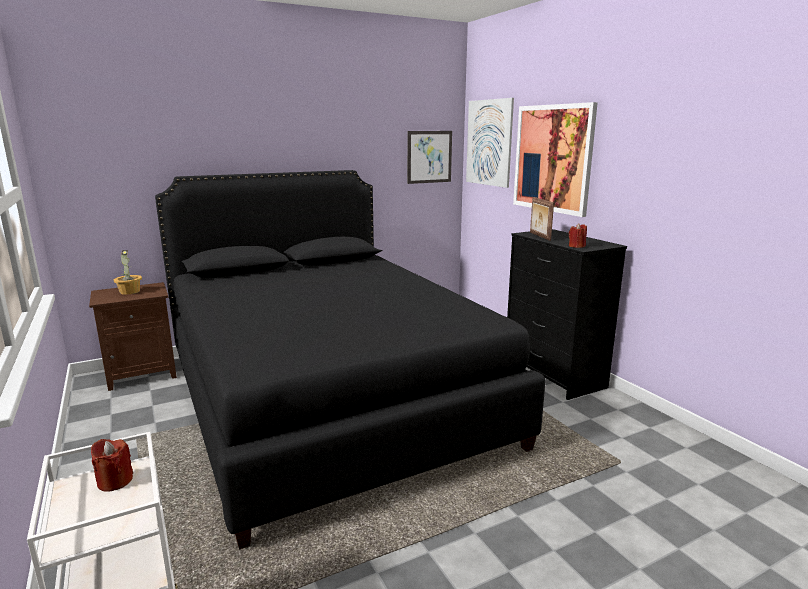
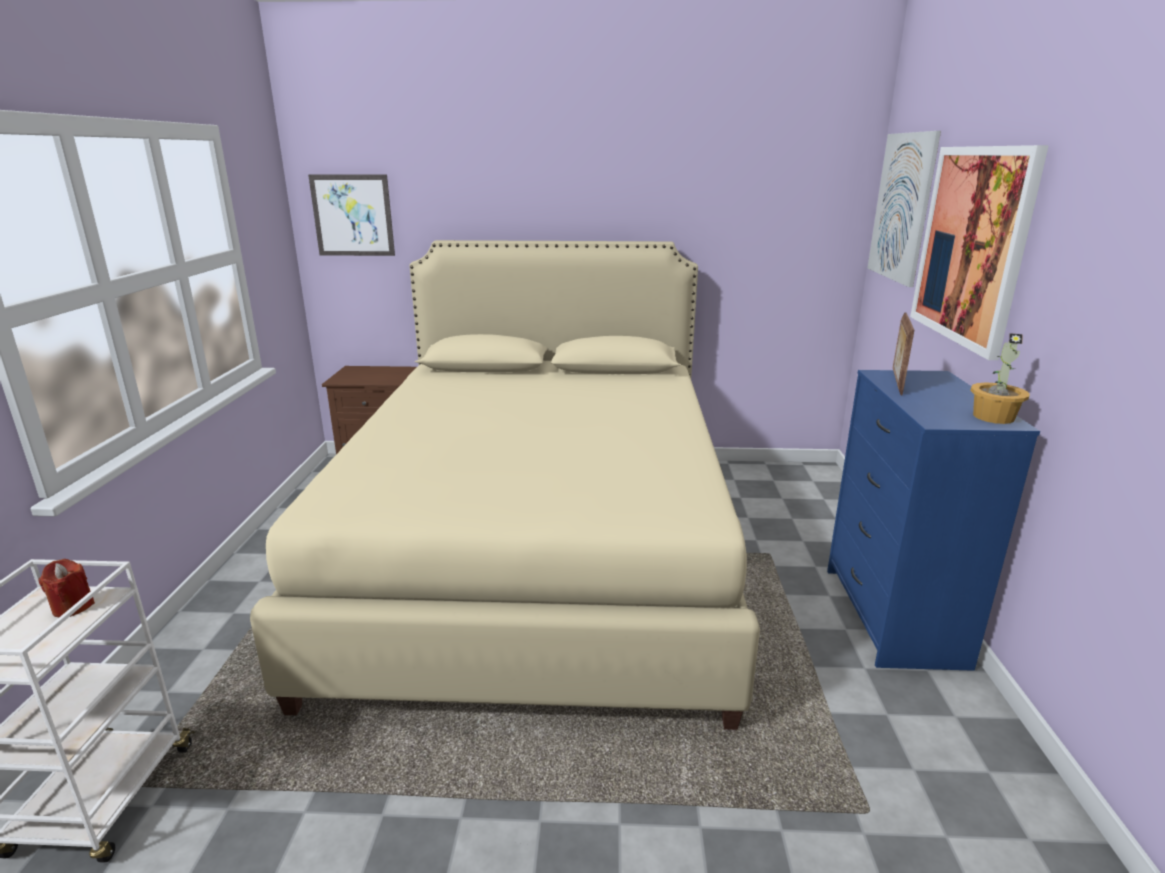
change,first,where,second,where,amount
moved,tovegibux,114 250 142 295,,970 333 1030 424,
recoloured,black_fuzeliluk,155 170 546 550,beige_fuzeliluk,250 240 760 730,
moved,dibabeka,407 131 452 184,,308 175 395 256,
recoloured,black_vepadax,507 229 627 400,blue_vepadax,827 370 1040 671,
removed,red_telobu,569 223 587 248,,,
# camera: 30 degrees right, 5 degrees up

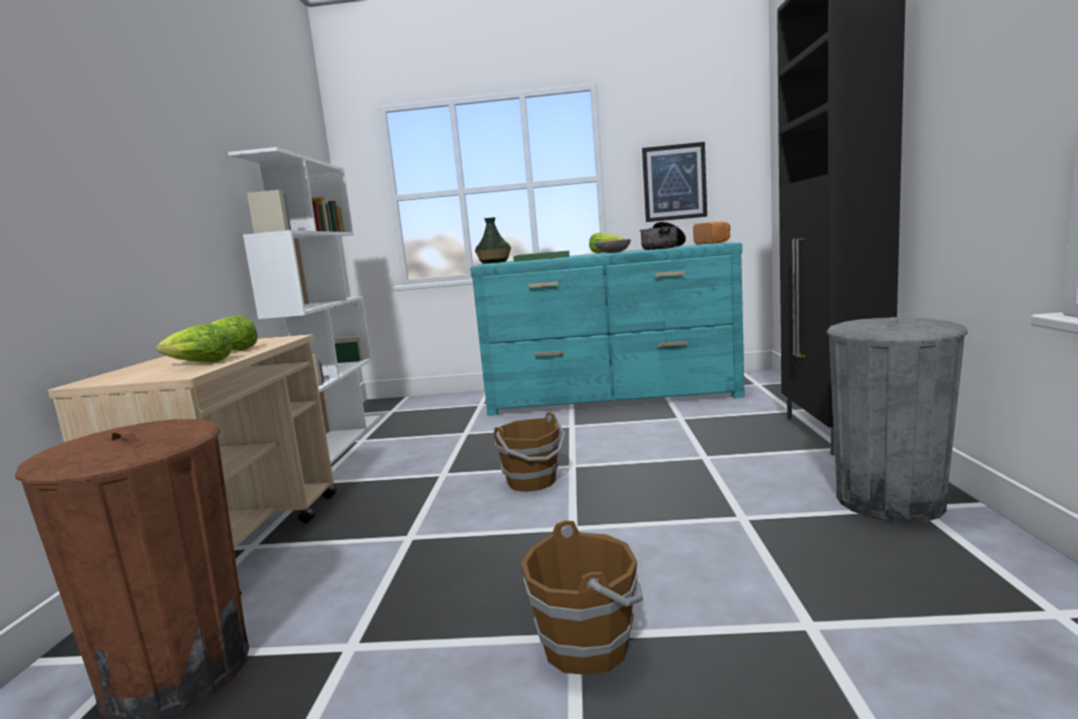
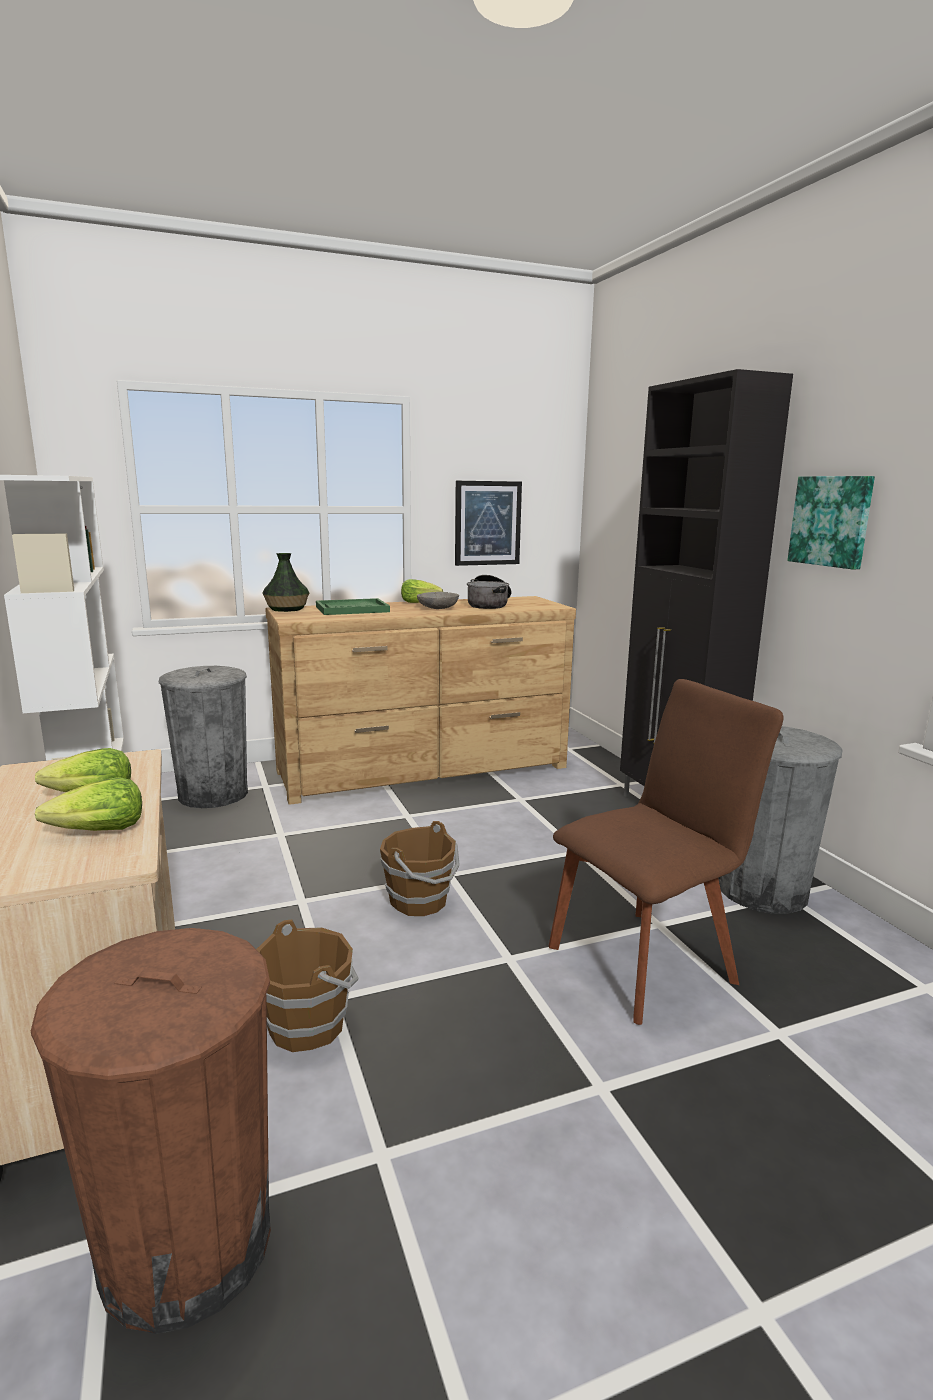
change,first,where,second,where,amount
recoloured,turquoise_vepadax,470 242 745 416,brown_vepadax,265 596 576 805,
moved,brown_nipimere,521 520 643 675,,256 920 358 1052,
removed,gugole,693 222 730 244,,,
added,,,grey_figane,159 666 248 808,
added,,,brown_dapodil,549 679 784 1025,
added,,,dibabeka,787 476 875 570,
# camera: 25 degrees left, 5 degrees up

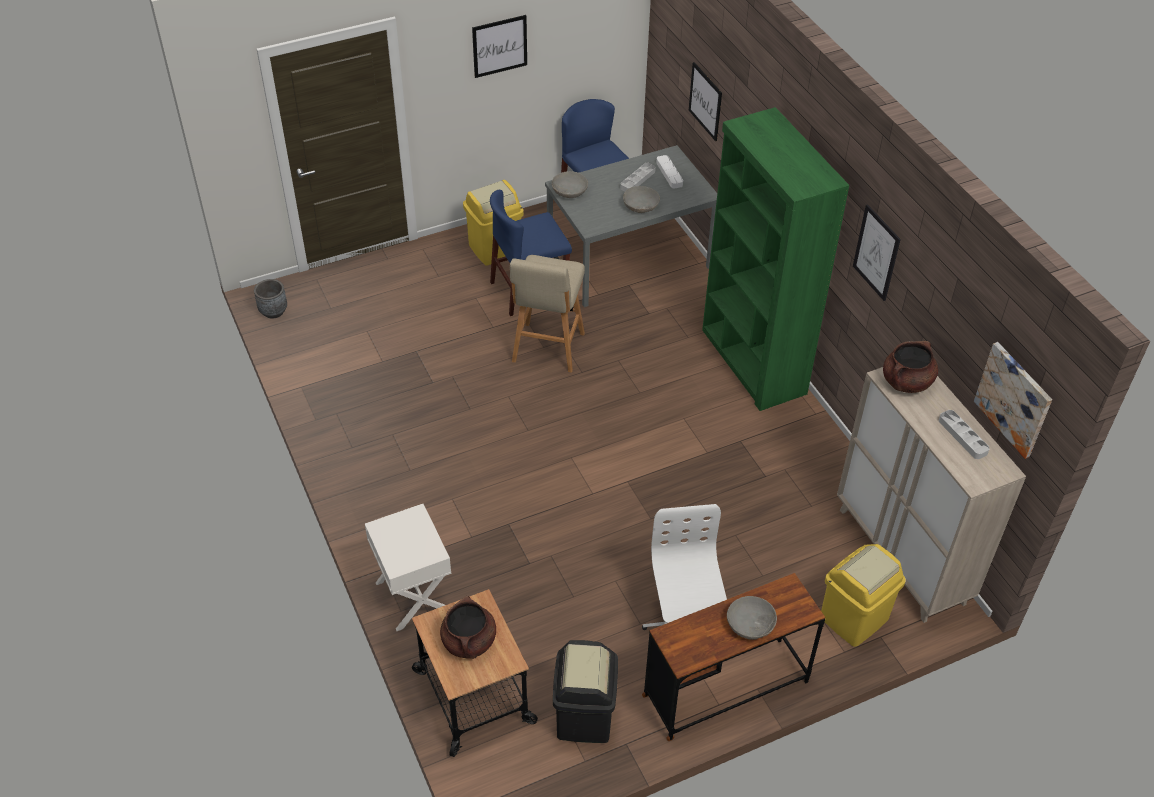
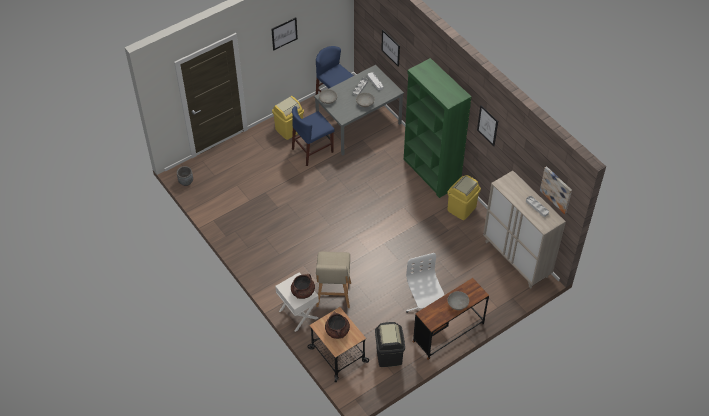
change,first,where,second,where,amount
moved,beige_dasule,510 255 585 373,,316 251 351 308,
moved,yellow_figane,821 544 906 647,,447 175 481 220,
moved,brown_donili,883 341 938 393,,291 274 315 299,
# camera: 10 degrees left, 5 degrees up

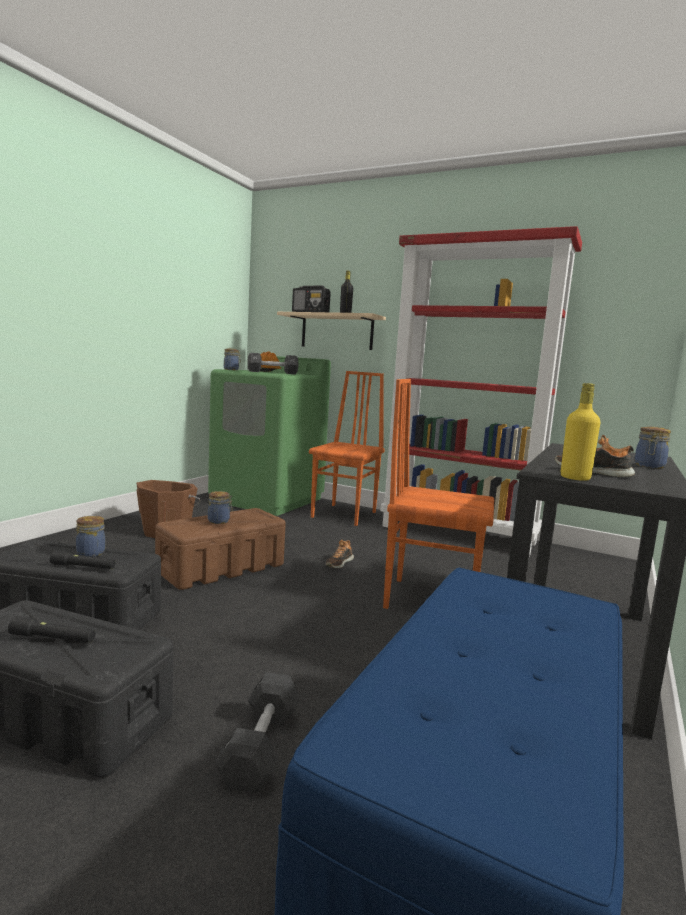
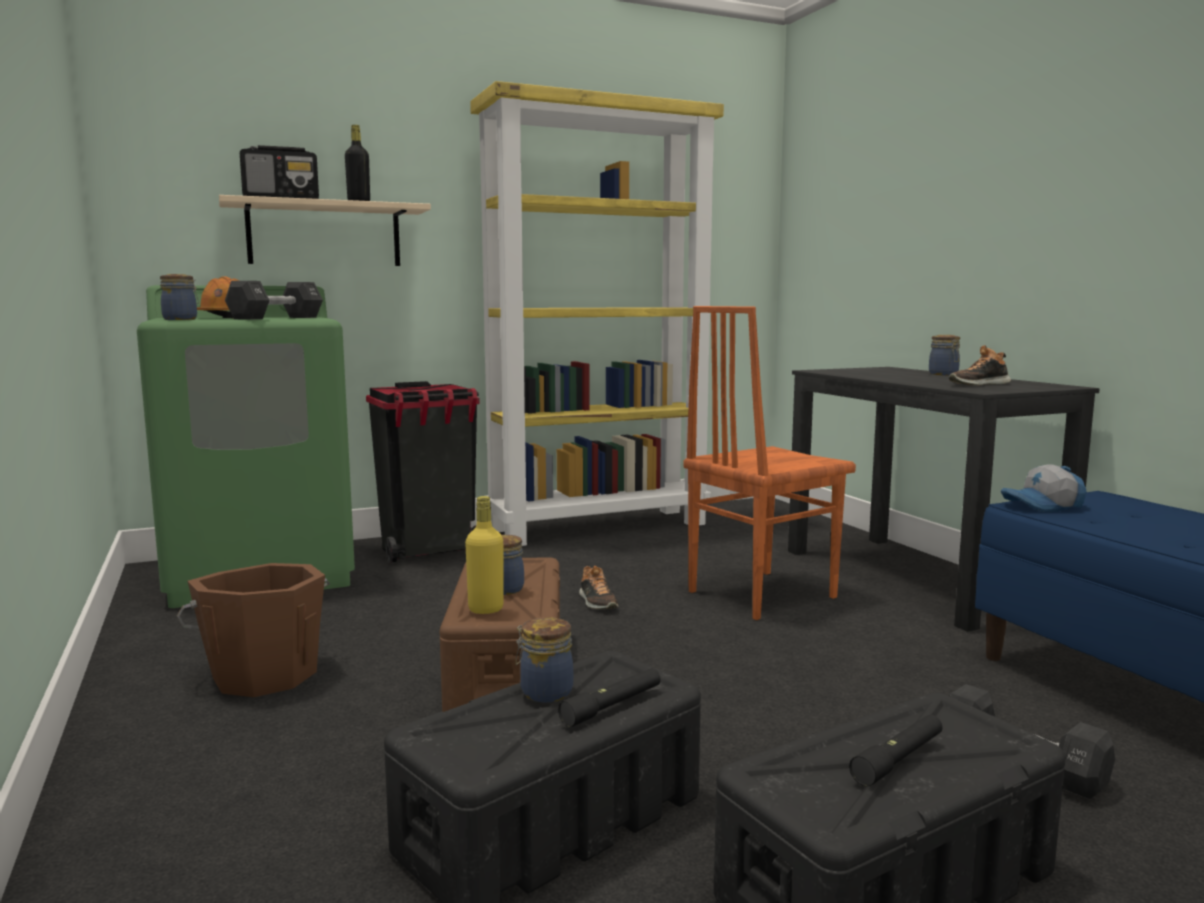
change,first,where,second,where,amount
replaced,orange_dapodil,309 371 385 526,black_figane,366 381 480 563,
recoloured,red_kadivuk,380 226 582 556,yellow_kadivuk,470 81 724 546,
moved,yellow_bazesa,561 383 601 480,,465 496 504 614,
added,,,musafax,1001 464 1087 512,
# camera: 50 degrees left, 0 degrees up

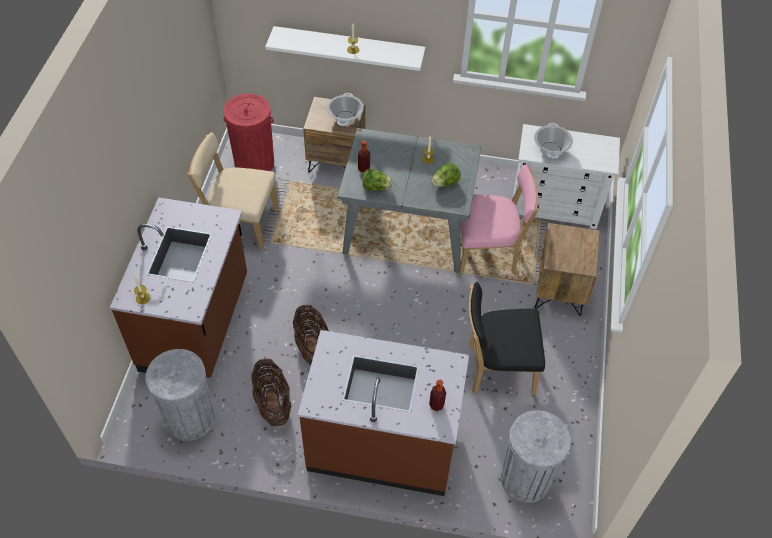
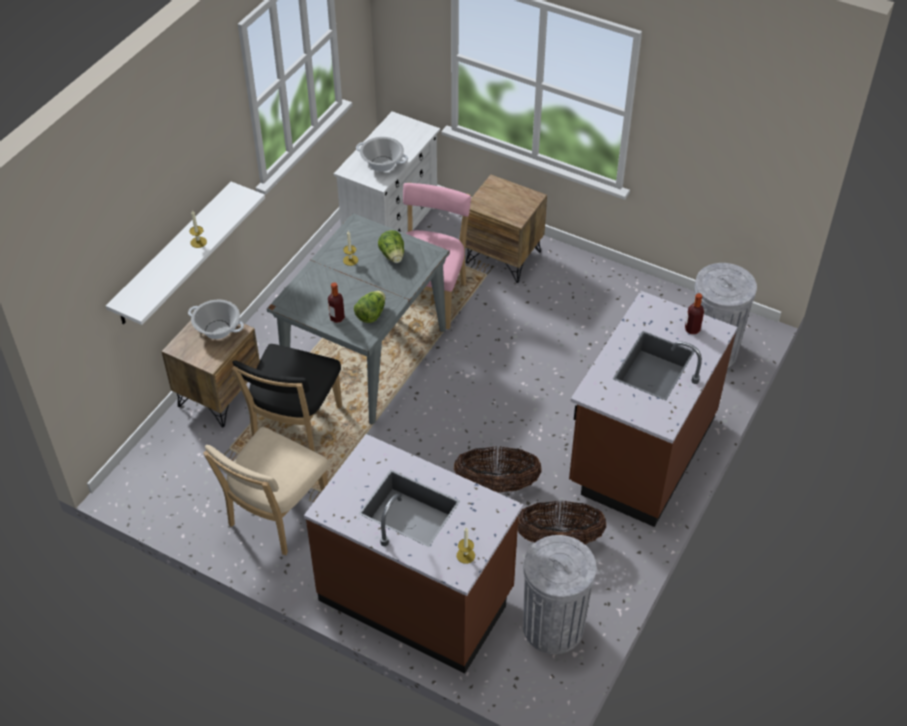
change,first,where,second,where,amount
removed,red_figane,223 93 274 171,,,
moved,black_dapodil,469 282 545 395,,232 344 342 452,
# camera: 70 degrees left, 5 degrees down

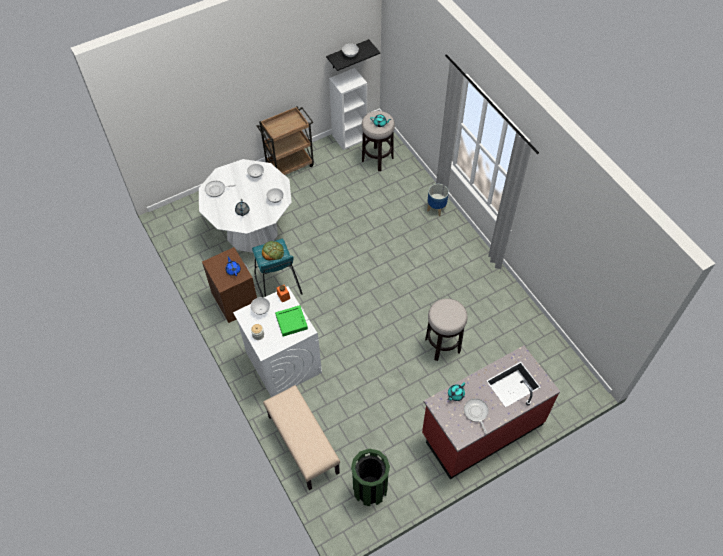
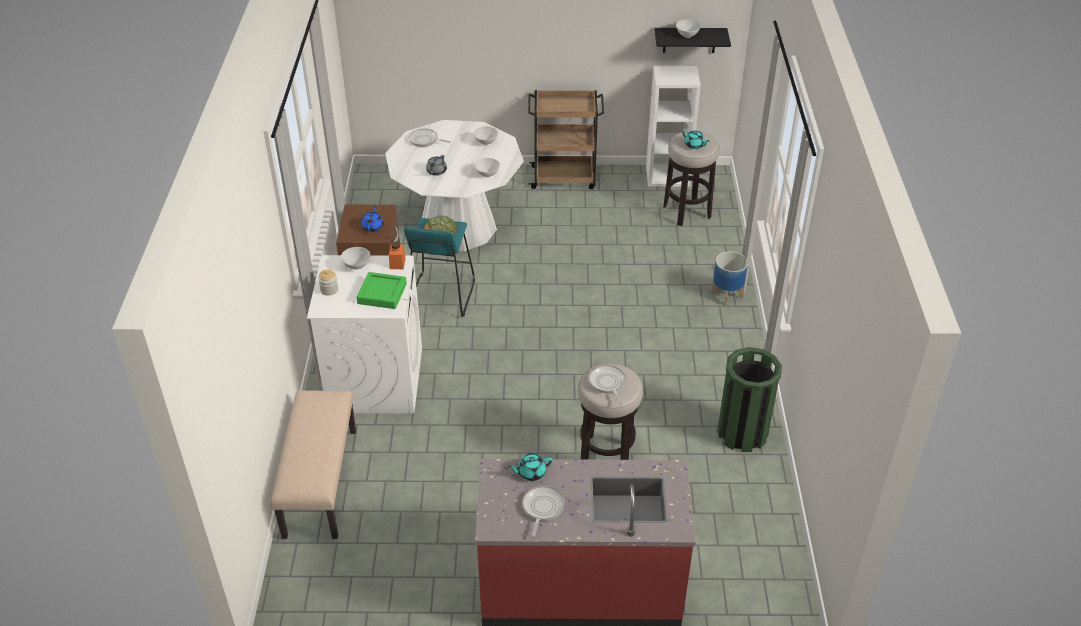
change,first,where,second,where,amount
moved,green_figane,351 449 390 506,,717 347 782 452,
added,,,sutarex,589 365 626 404,
# camera: 30 degrees right, 15 degrees down

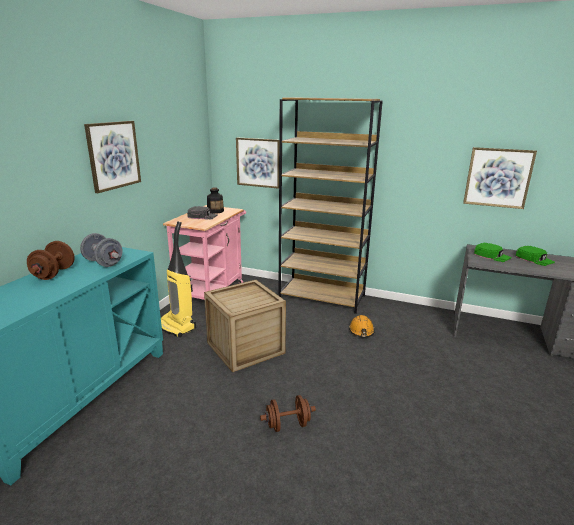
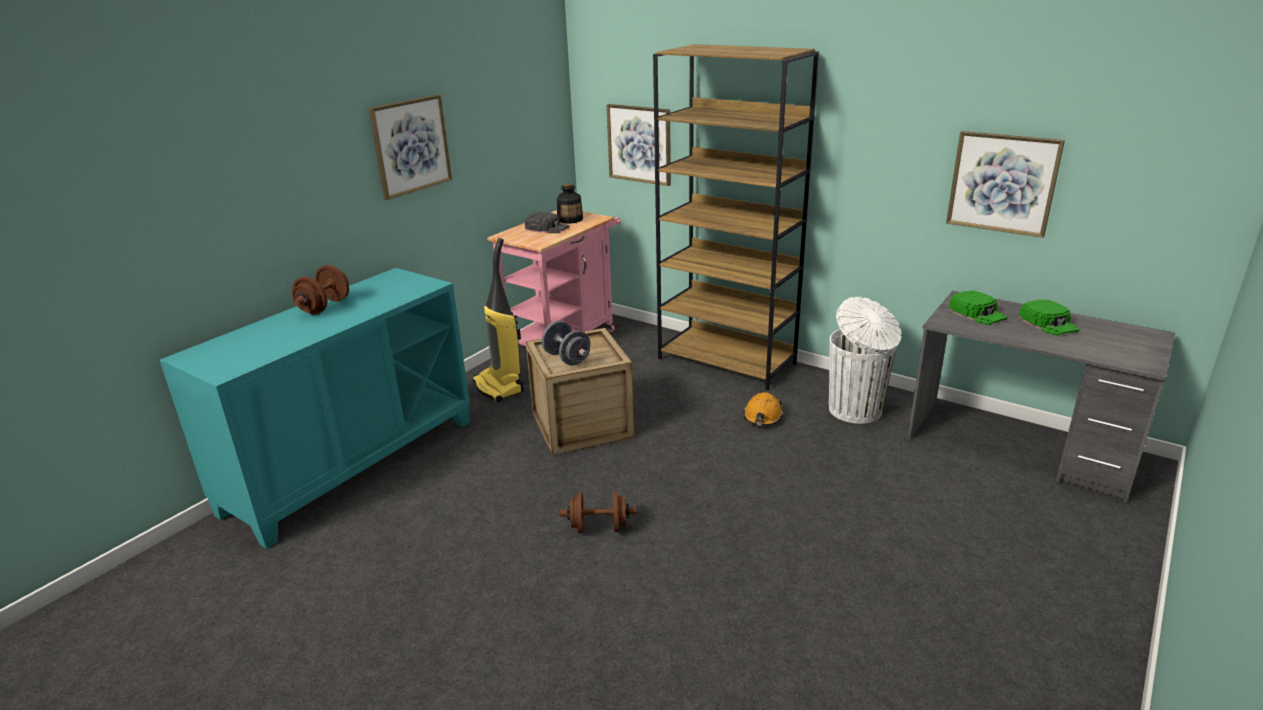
change,first,where,second,where,amount
moved,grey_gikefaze,80 233 122 267,,541 321 590 365,
added,,,white_figane,829 297 902 424,
# camera: 15 degrees right, 5 degrees up

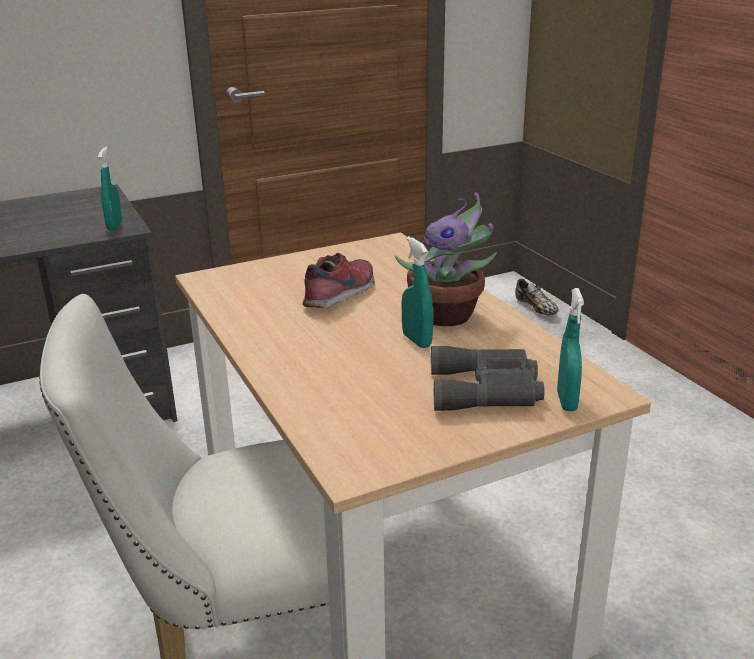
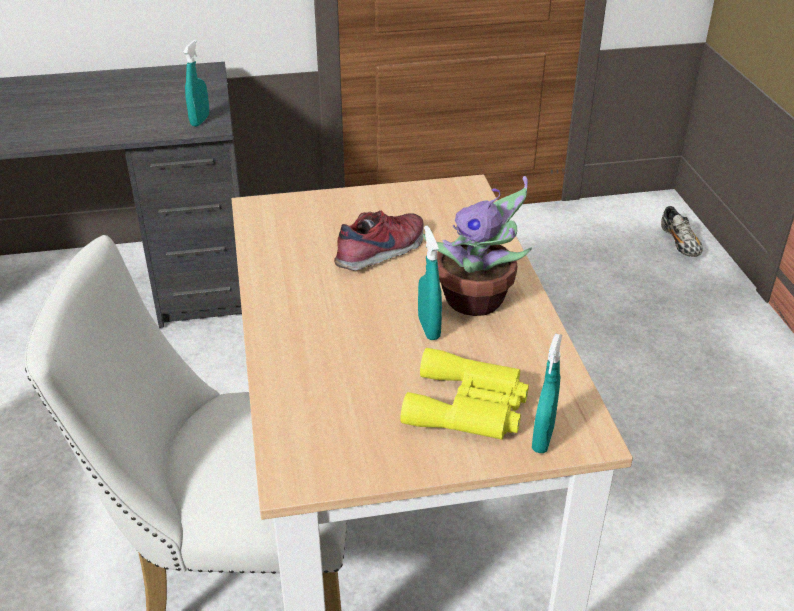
change,first,where,second,where,amount
recoloured,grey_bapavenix,431 346 544 411,yellow_bapavenix,400 348 529 440,
# camera: 15 degrees right, 10 degrees up

